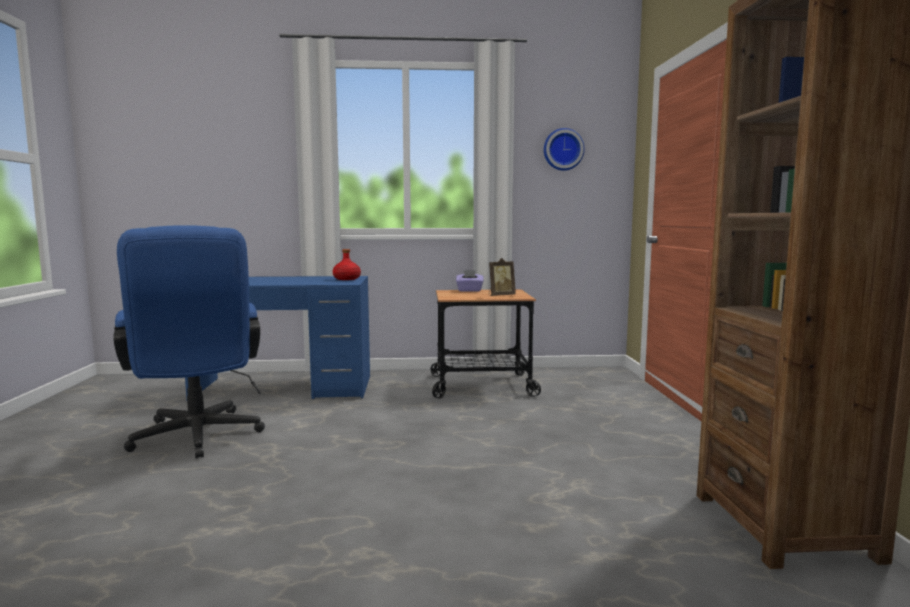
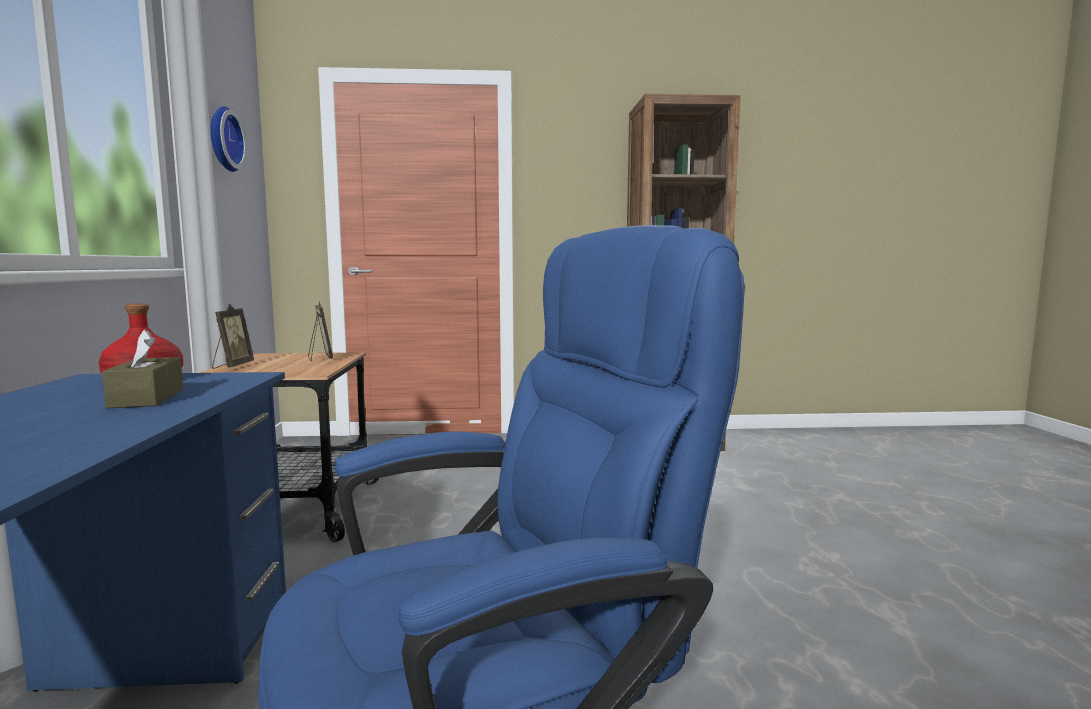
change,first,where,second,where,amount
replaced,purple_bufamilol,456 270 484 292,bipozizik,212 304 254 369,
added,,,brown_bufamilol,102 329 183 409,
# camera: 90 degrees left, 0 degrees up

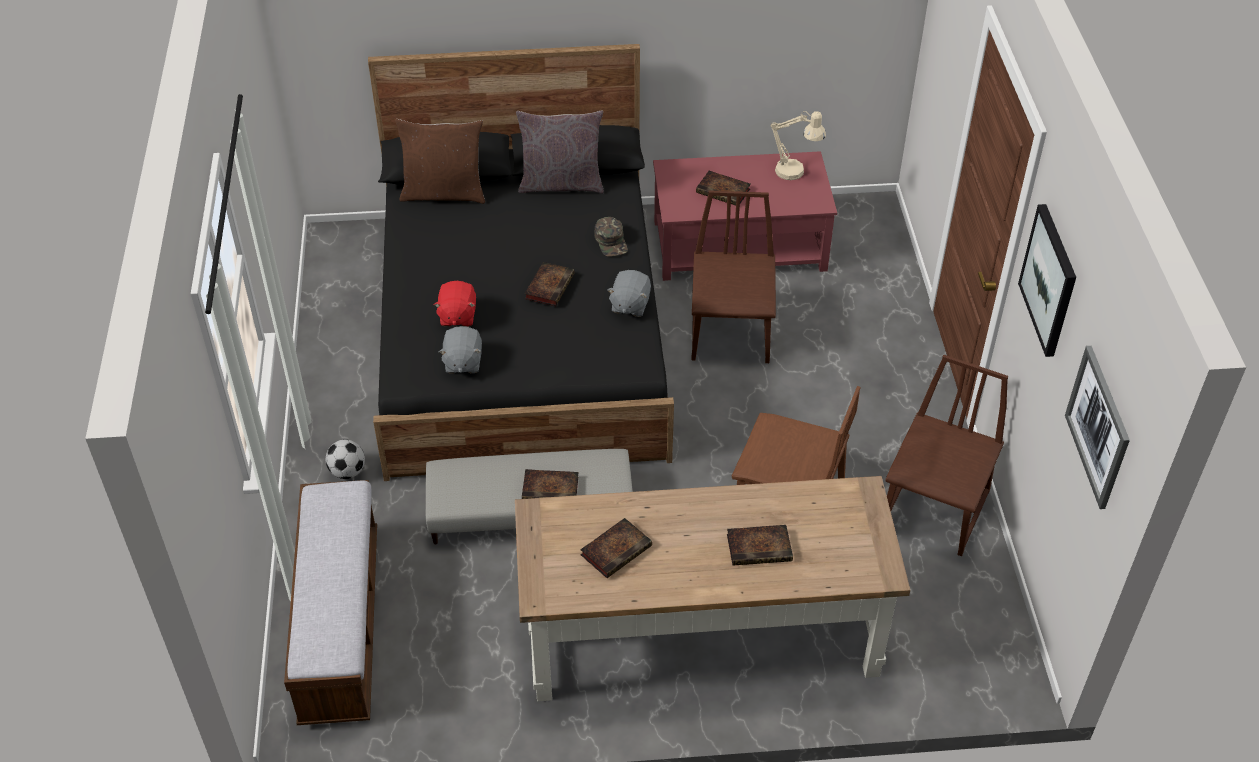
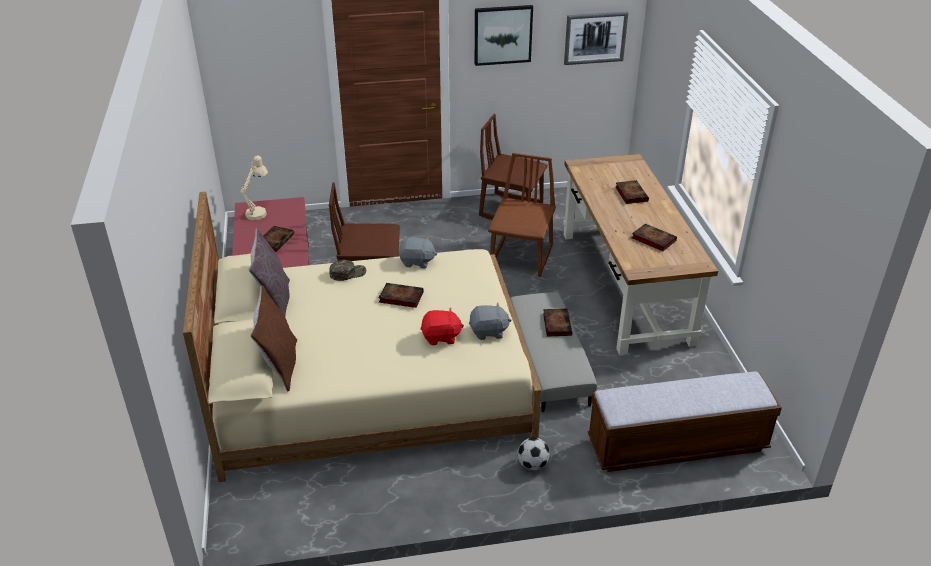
change,first,where,second,where,amount
recoloured,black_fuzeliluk,368 44 674 481,beige_fuzeliluk,183 192 542 482,
# camera: 95 degrees left, 10 degrees down

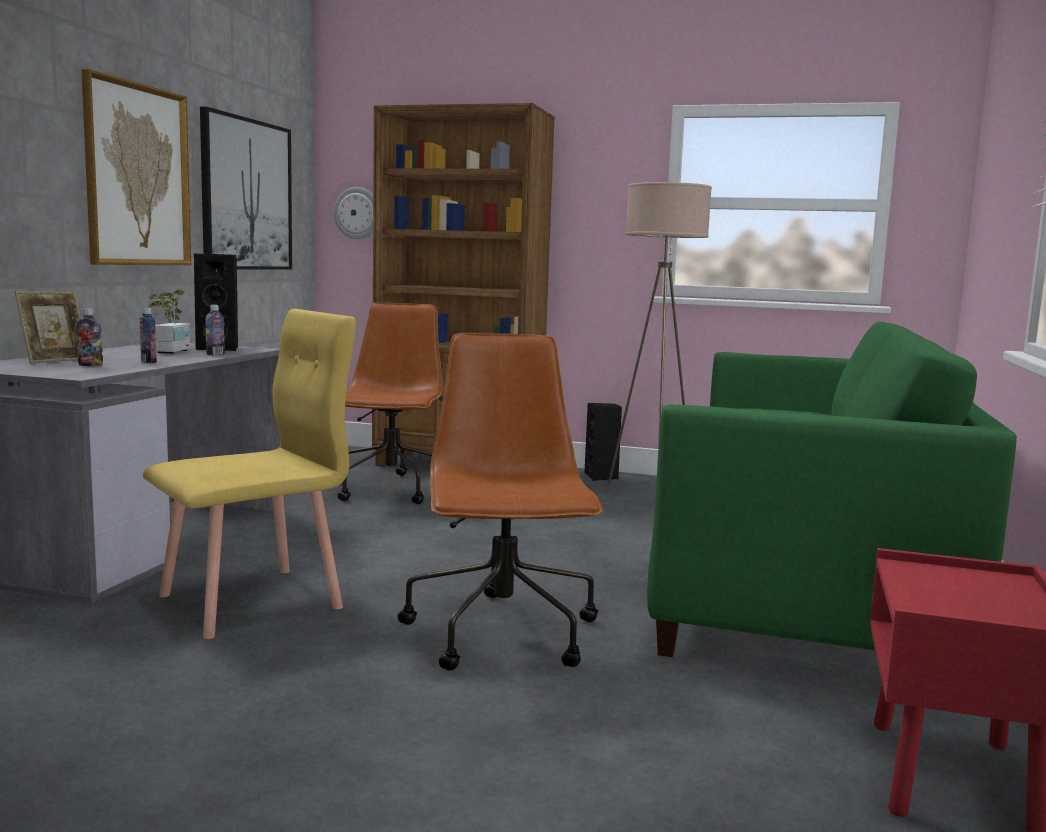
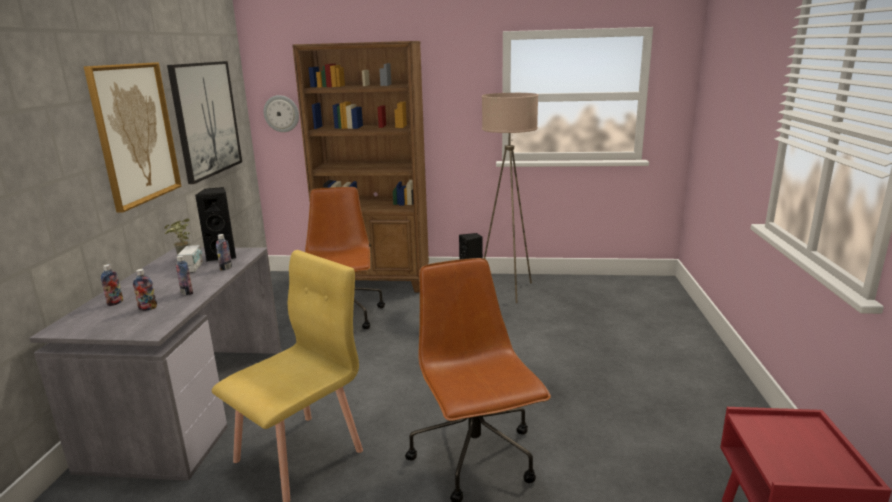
change,first,where,second,where,amount
replaced,bipozizik,15 291 81 363,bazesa,101 264 123 306,
removed,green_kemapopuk,647 322 1017 657,,,
# camera: 10 degrees left, 10 degrees up

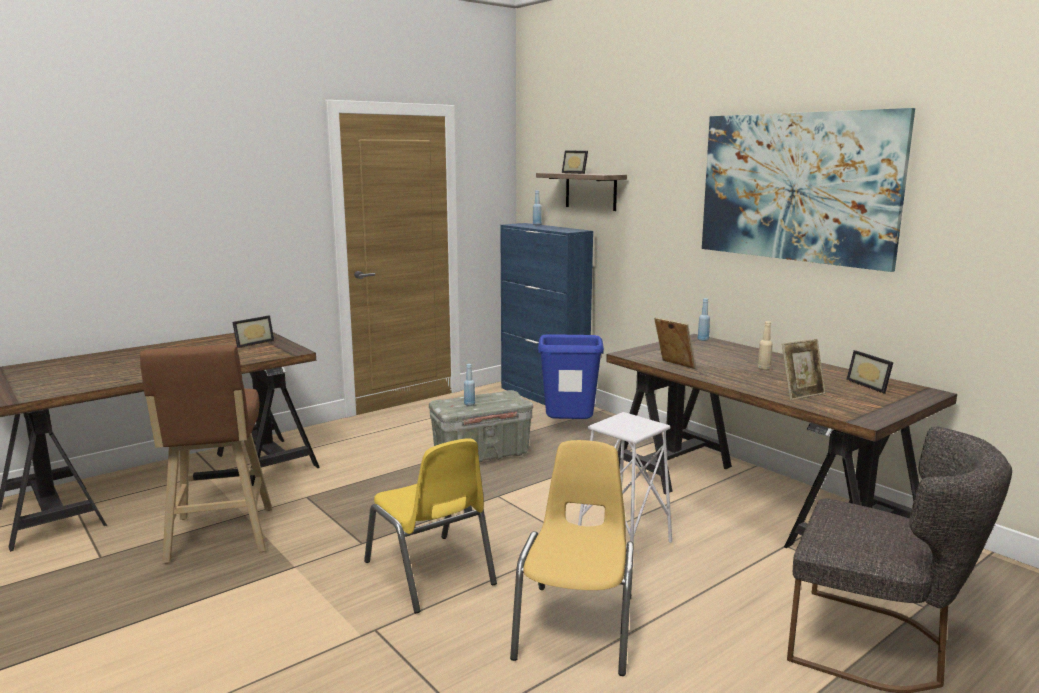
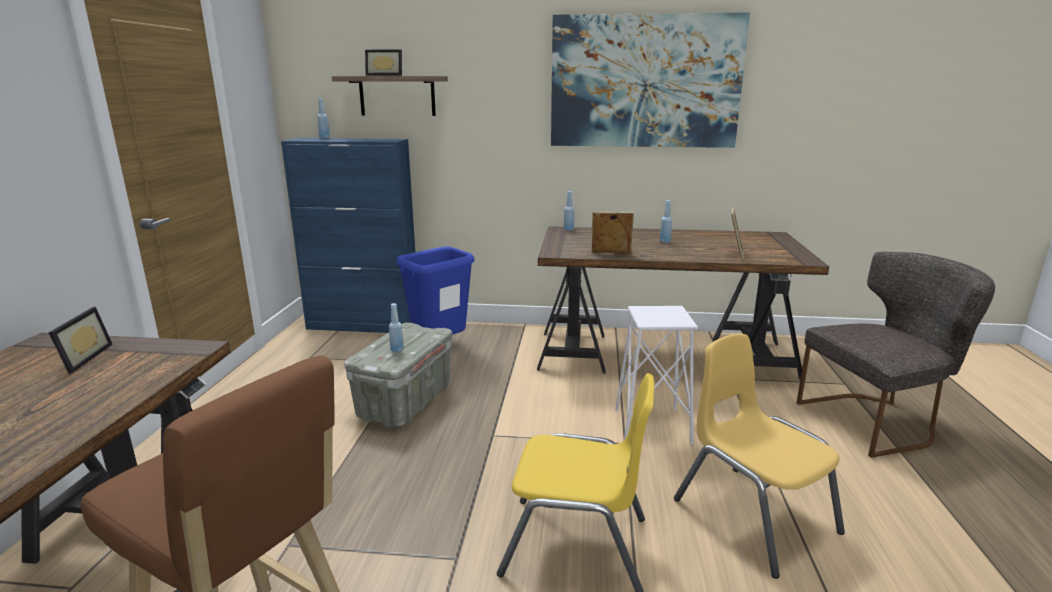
change,first,where,second,where,amount
recoloured,beige_bazesa,757 321 773 370,blue_bazesa,659 200 672 243,
removed,bipozizik,846 350 893 394,,,
# camera: 45 degrees left, 5 degrees up

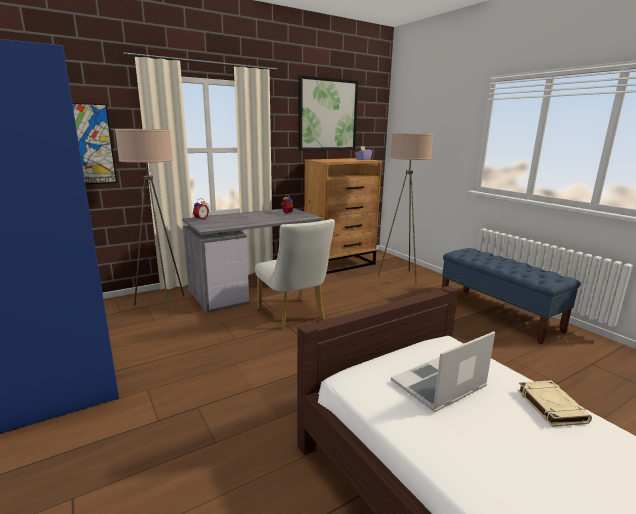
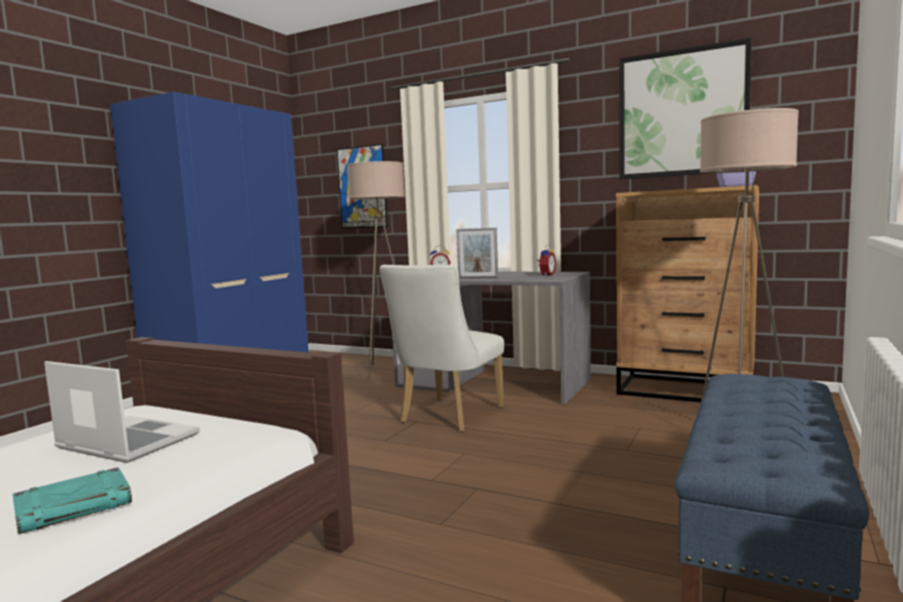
change,first,where,second,where,amount
recoloured,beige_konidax,518 380 592 427,turquoise_konidax,13 467 132 534,
added,,,bipozizik,456 228 498 279,
# camera: 60 degrees right, 10 degrees down

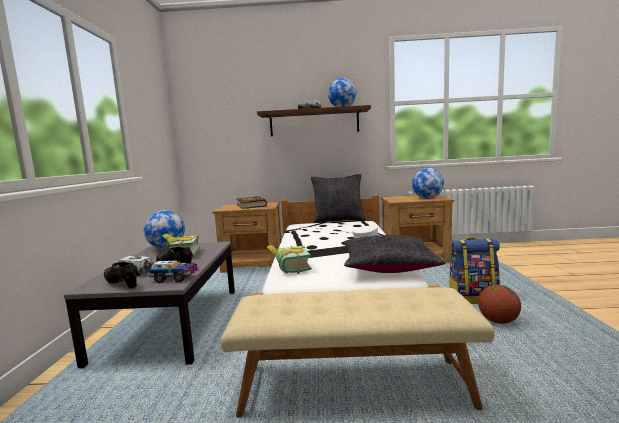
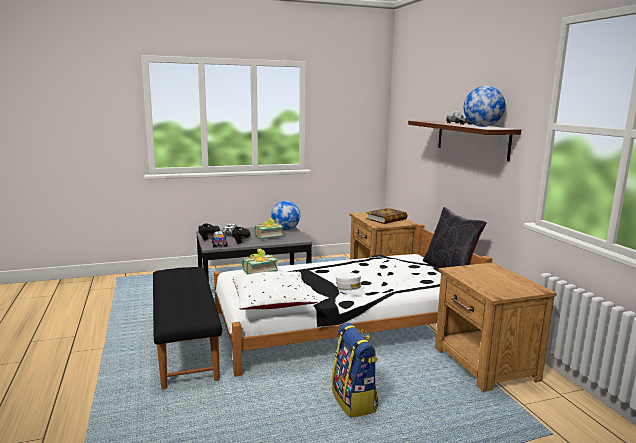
change,first,where,second,where,amount
recoloured,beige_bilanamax,221 287 495 418,black_bilanamax,153 267 222 389,
recoloured,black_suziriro,344 235 445 273,white_suziriro,232 271 318 310,
removed,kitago,412 168 444 199,,,
removed,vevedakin,478 285 521 324,,,
# camera: 70 degrees right, 5 degrees up

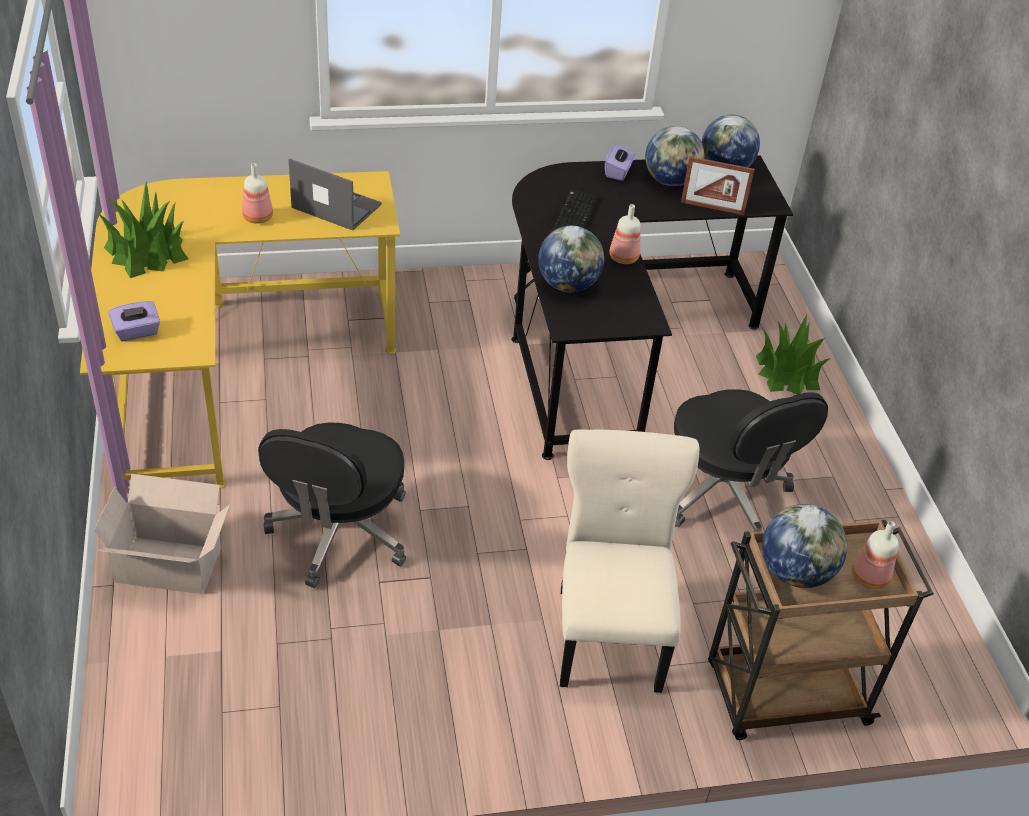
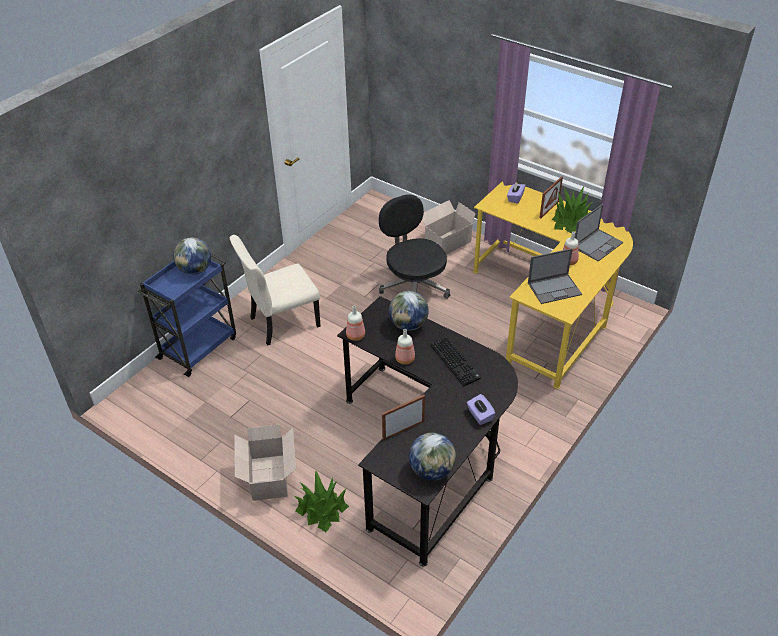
change,first,where,second,where,amount
turned,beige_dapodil,560 430 699 693,,230 235 321 346,105 degrees clockwise
removed,kitago,645 126 705 186,,,
removed,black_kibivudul,674 389 828 532,,,
recoloured,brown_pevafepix,708 520 934 740,blue_pevafepix,137 254 236 377,
moved,bazesa,852 521 899 590,,346 306 365 341,
added,,,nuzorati,234 424 296 501,
added,,,bipozizik,539 176 563 219,
added,,,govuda,575 204 623 262,
# camera: 140 degrees right, 0 degrees up

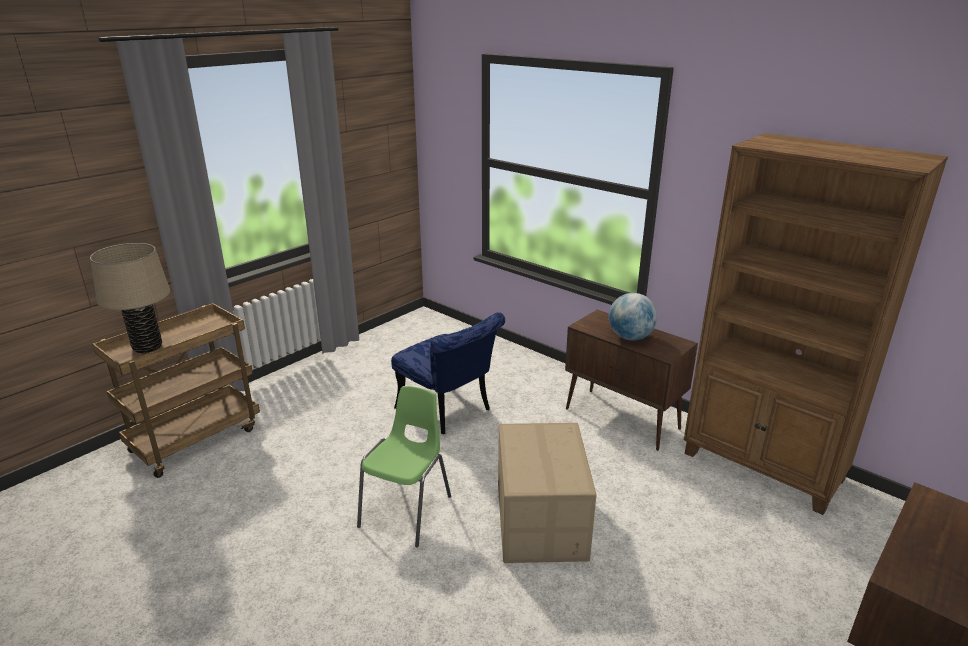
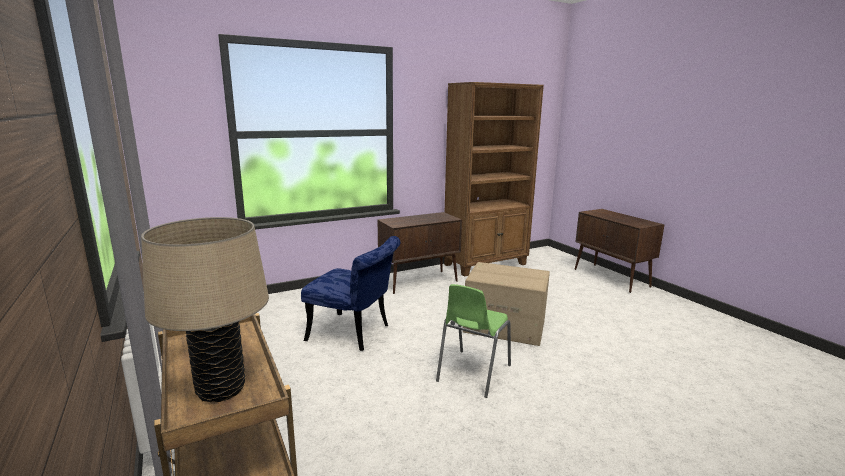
change,first,where,second,where,amount
turned,green_dapodil,357 386 451 547,,436 284 511 398,105 degrees counterclockwise
turned,blue_dapodil,391 312 505 434,,301 236 400 351,45 degrees clockwise
removed,kitago,609 293 657 340,,,
# camera: 70 degrees left, 10 degrees down

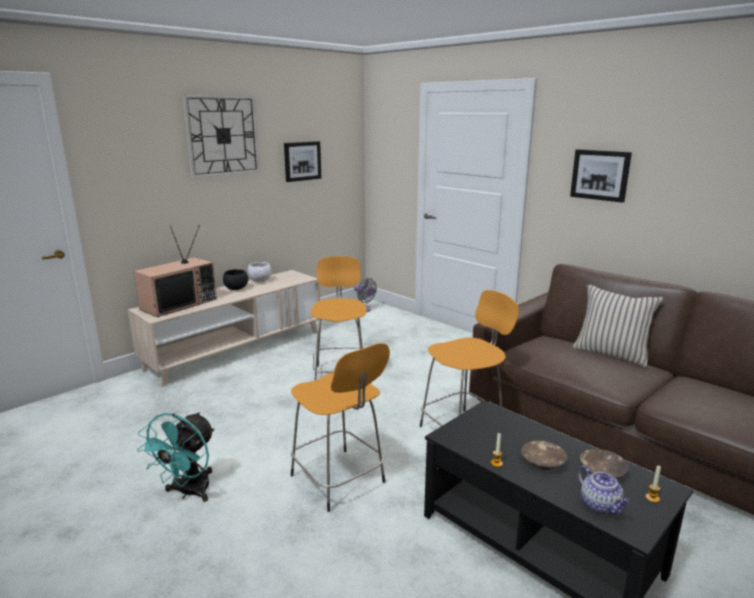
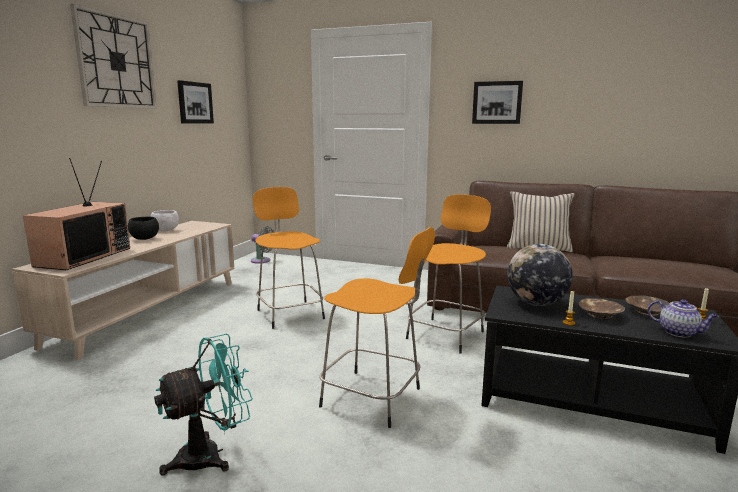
change,first,where,second,where,amount
turned,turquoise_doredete,137 412 215 502,,154 334 253 475,120 degrees counterclockwise
added,,,kitago,507 244 573 306,
# camera: 25 degrees left, 5 degrees down

